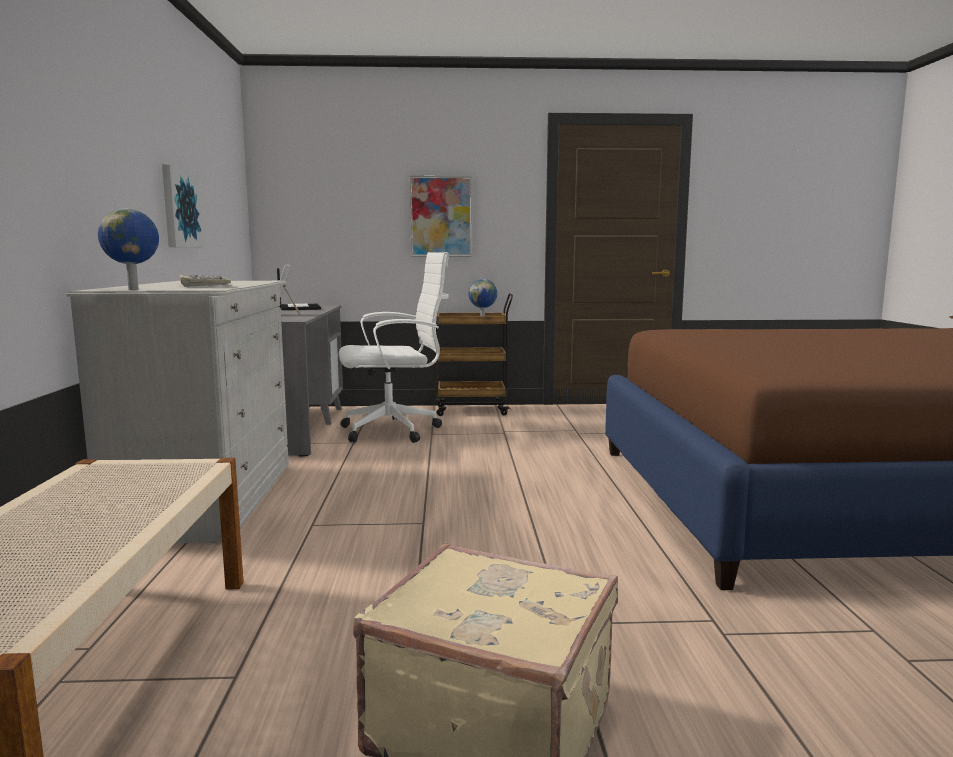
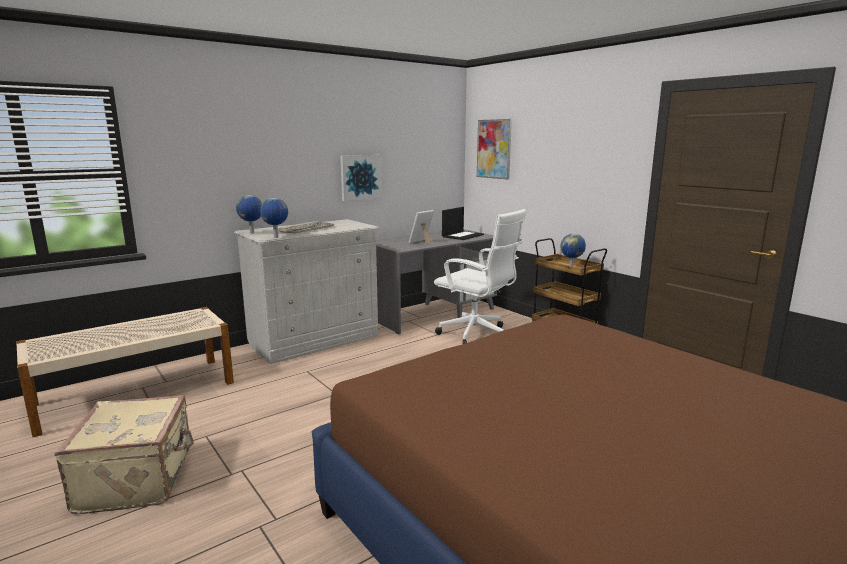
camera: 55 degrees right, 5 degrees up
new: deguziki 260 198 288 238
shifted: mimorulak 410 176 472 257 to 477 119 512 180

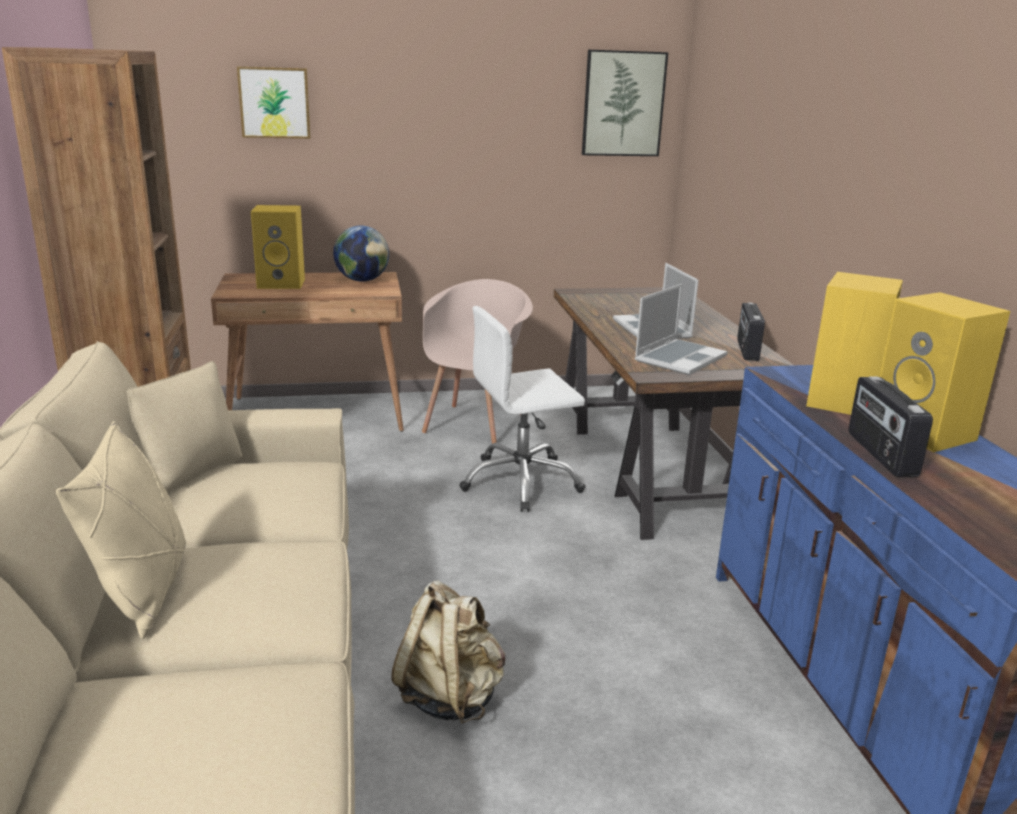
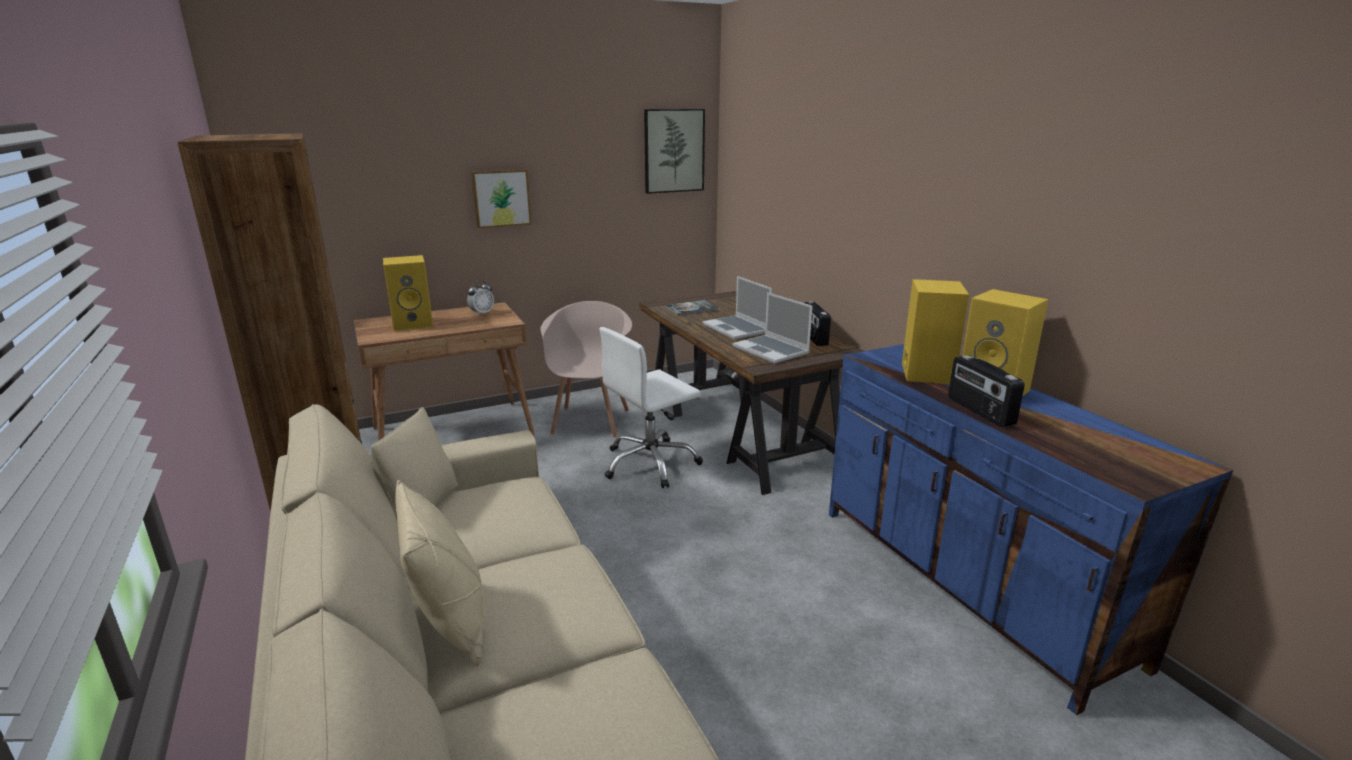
camera: 15 degrees left, 0 degrees up
gone: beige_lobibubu 391 581 505 724
new: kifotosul 665 300 718 316
shifted: mimorulak 237 66 311 139 to 471 169 532 228
swapped: deguziki 333 225 389 282 to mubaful 467 280 494 316
rotated: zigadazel 635 284 728 375 = 732 292 813 364 120 degrees clockwise

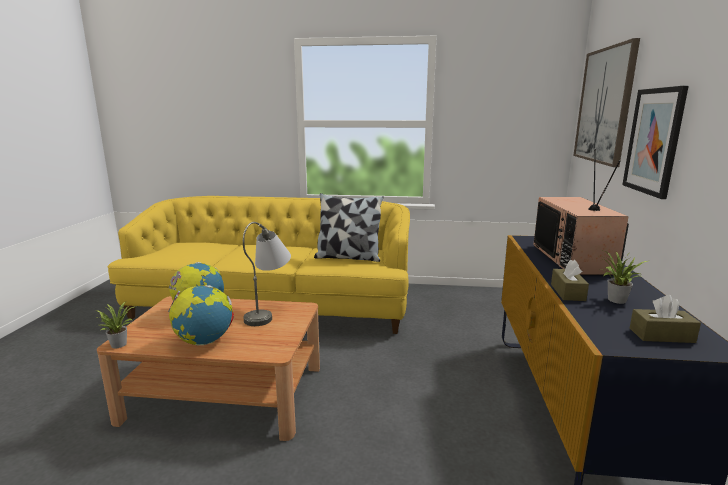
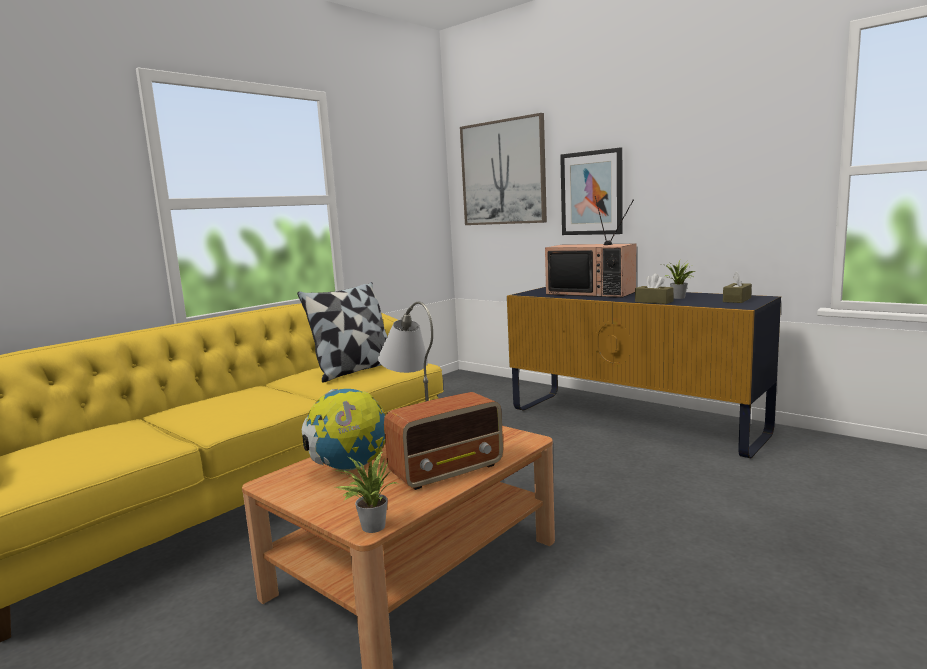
camera: 55 degrees left, 5 degrees down
swapped: deguziki 168 285 234 346 to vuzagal 384 392 503 490

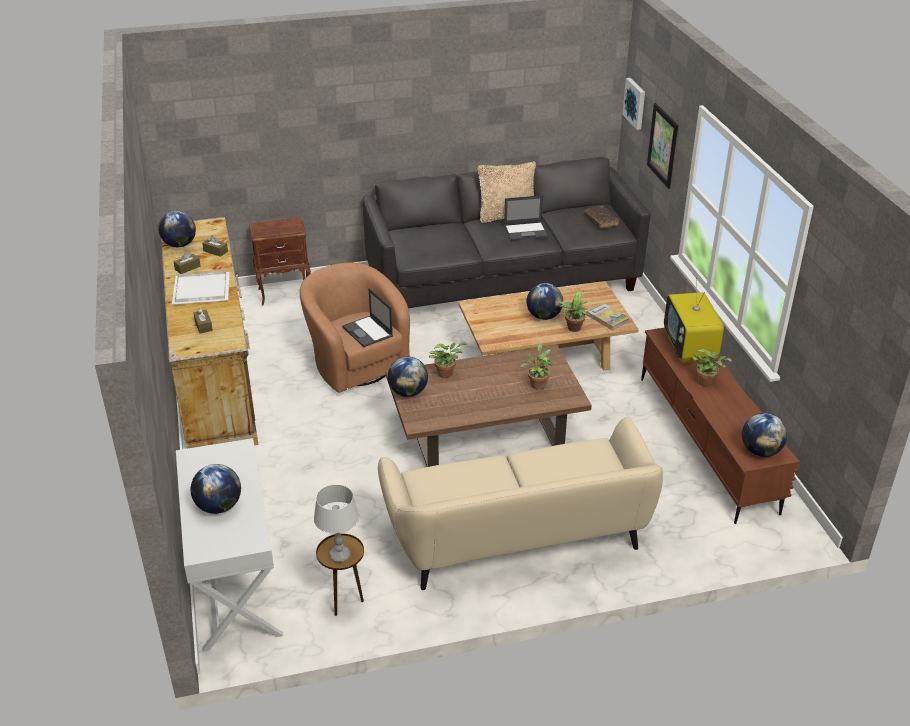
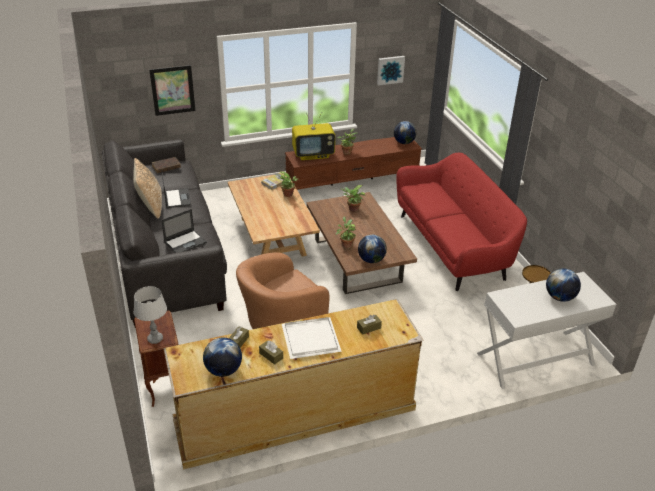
camera: 95 degrees left, 0 degrees up
gone: deguziki 527 283 563 320
shifted: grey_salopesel 314 485 359 563 to 134 286 167 344; zigadazel 342 288 393 347 to 161 209 207 253; mimorulak 622 78 645 130 to 377 56 405 85
repainted: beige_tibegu 378 417 663 590 to red_tibegu 397 153 527 291

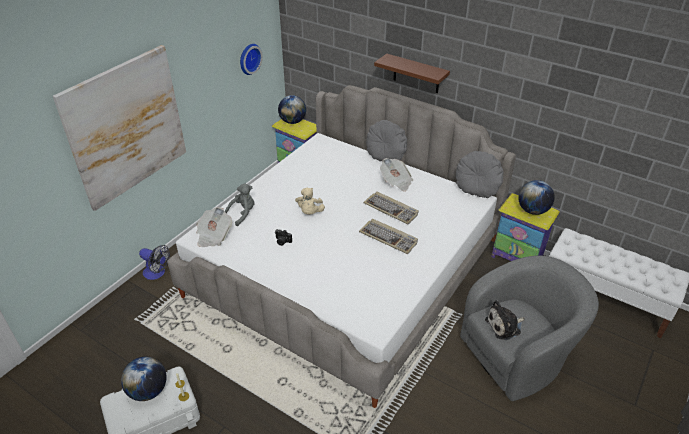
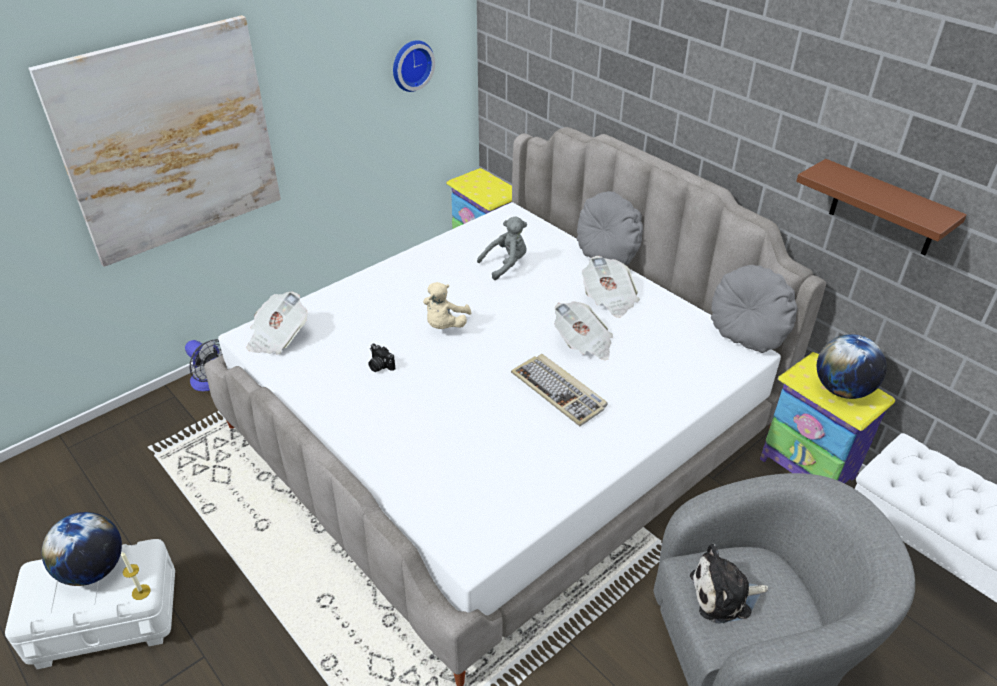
camera: 15 degrees right, 0 degrees up
gone: deguziki 278 95 306 124
shifted: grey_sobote 224 183 254 226 to 477 216 527 280; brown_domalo 374 54 450 93 to 796 159 967 255
swapped: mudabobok 364 192 419 224 to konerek 554 301 613 360

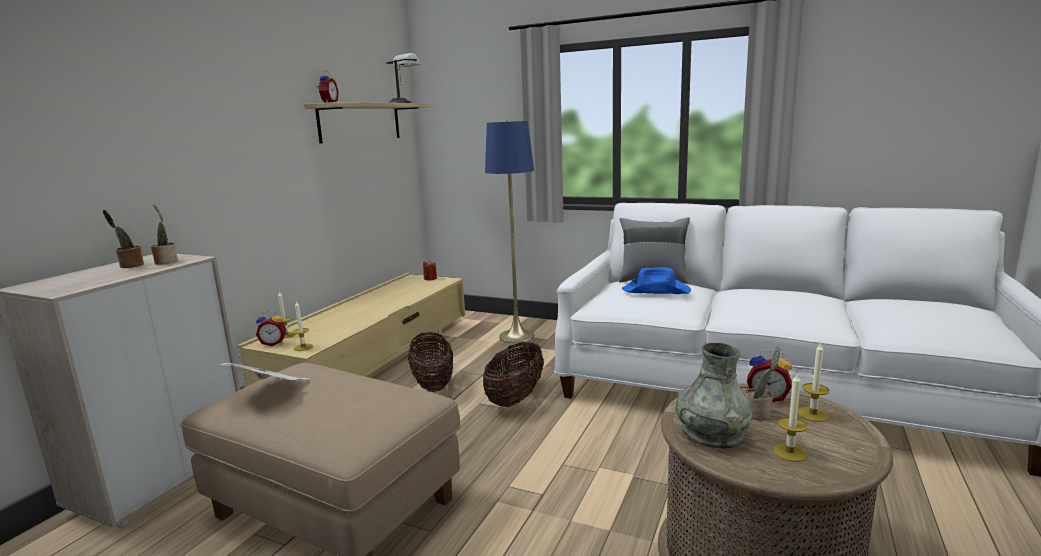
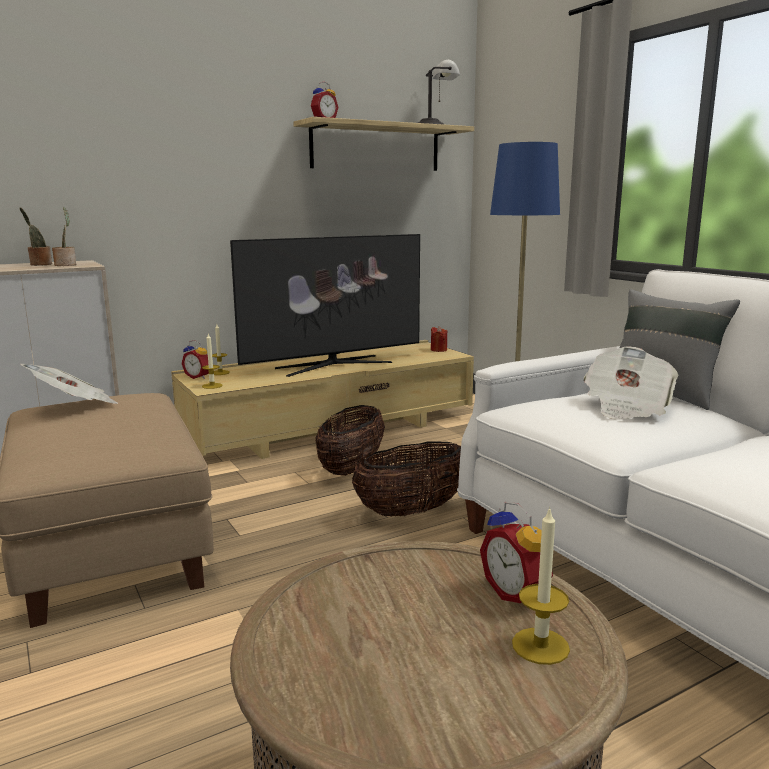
camera: 35 degrees right, 0 degrees up
gone: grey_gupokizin 676 342 752 449; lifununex 745 347 780 420; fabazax 772 372 808 462
new: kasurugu 230 234 420 377
swapped: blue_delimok 622 267 691 294 to konerek 584 346 678 420

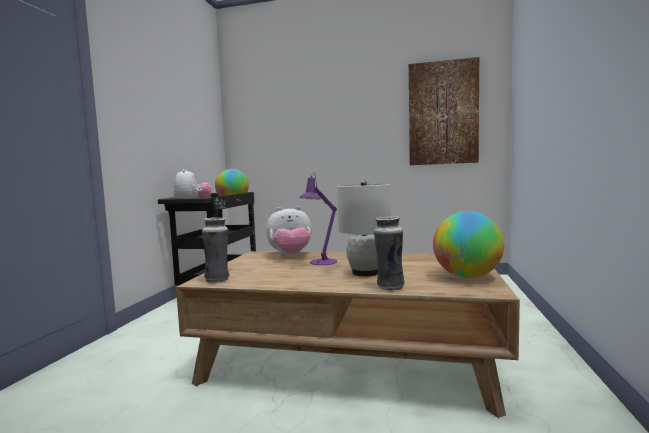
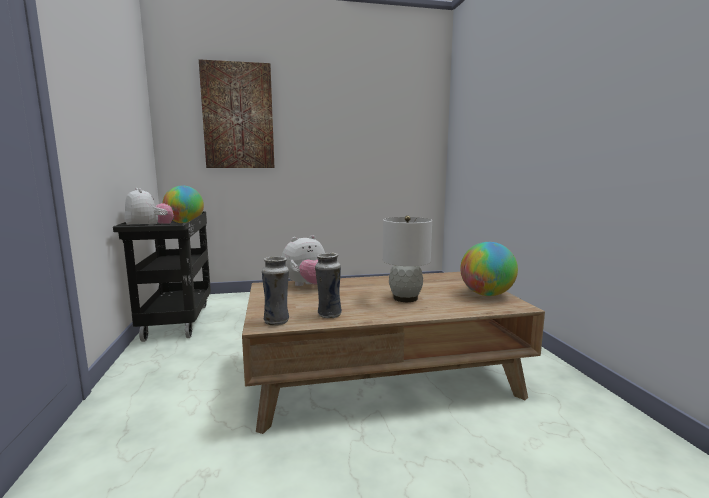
camera: 25 degrees left, 5 degrees up
gone: purple_salopesel 299 172 337 265
shifted: gupokizin 374 216 405 290 to 315 252 342 318; mimorulak 409 57 479 165 to 199 59 274 168

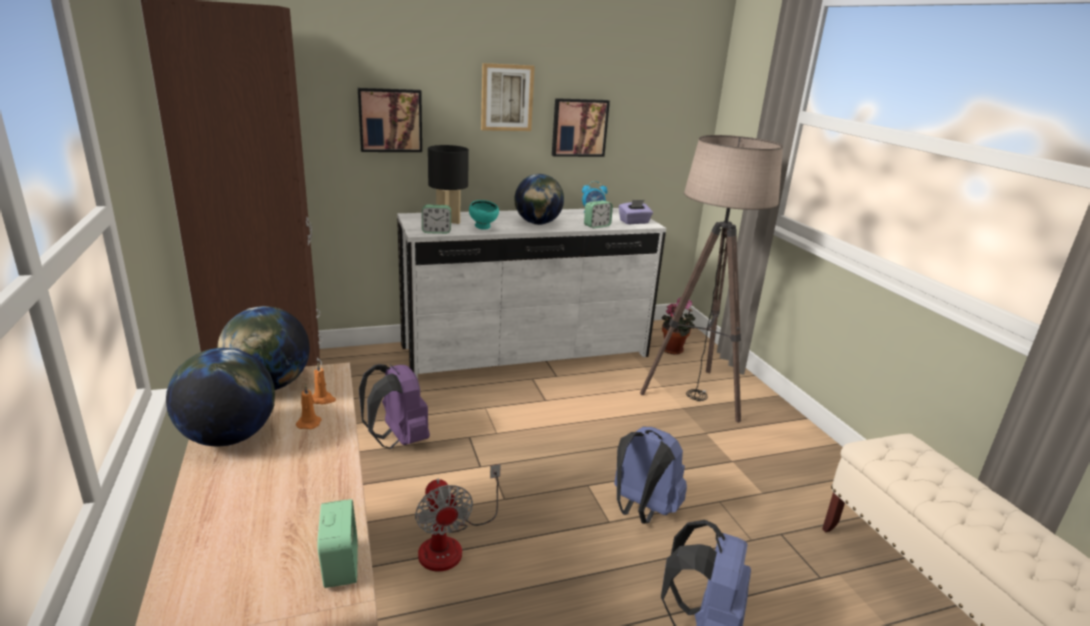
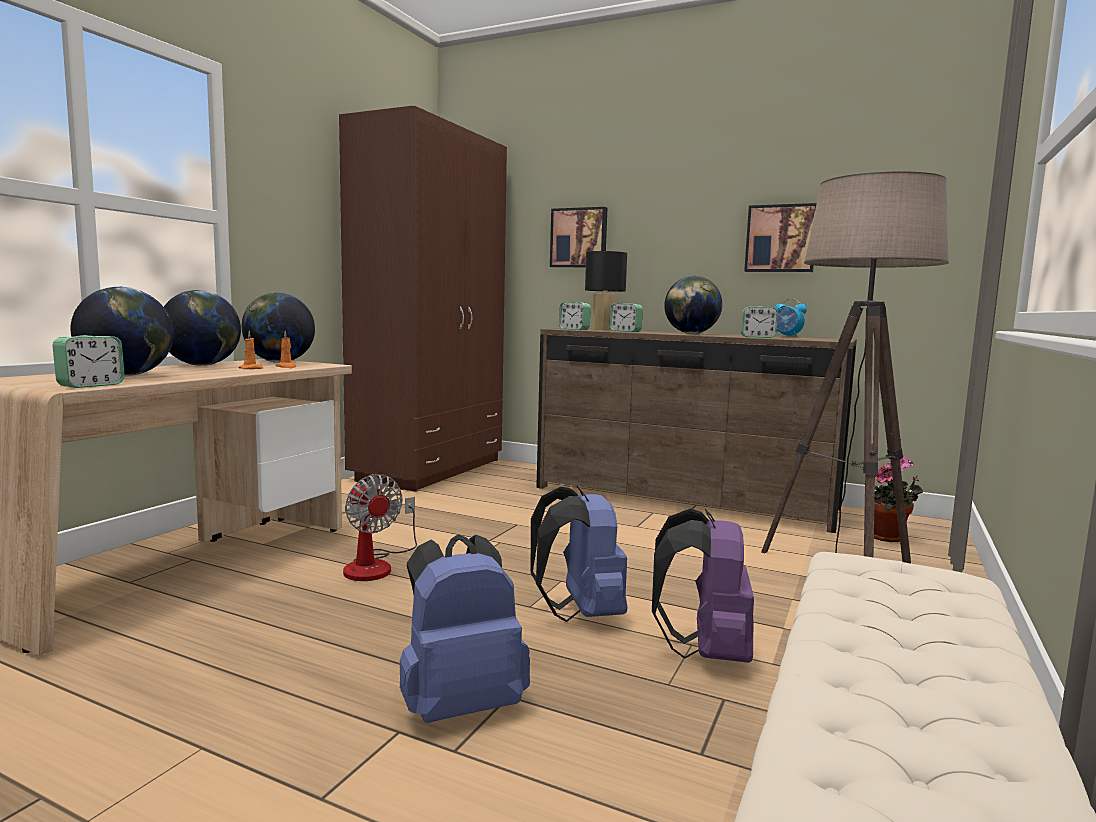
camera: 45 degrees right, 15 degrees down
gone: mimorulak 481 63 535 131; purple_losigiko 619 200 653 224
new: deguziki 70 287 174 376
shifted: purple_lobibubu 359 364 430 449 to 652 508 754 663
swapped: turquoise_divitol 469 200 499 230 to mubaful 609 303 643 332
repainted: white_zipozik 397 208 666 379 to brown_zipozik 536 328 857 533
rotated: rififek 415 464 501 571 = 343 474 417 581 60 degrees counterclockwise

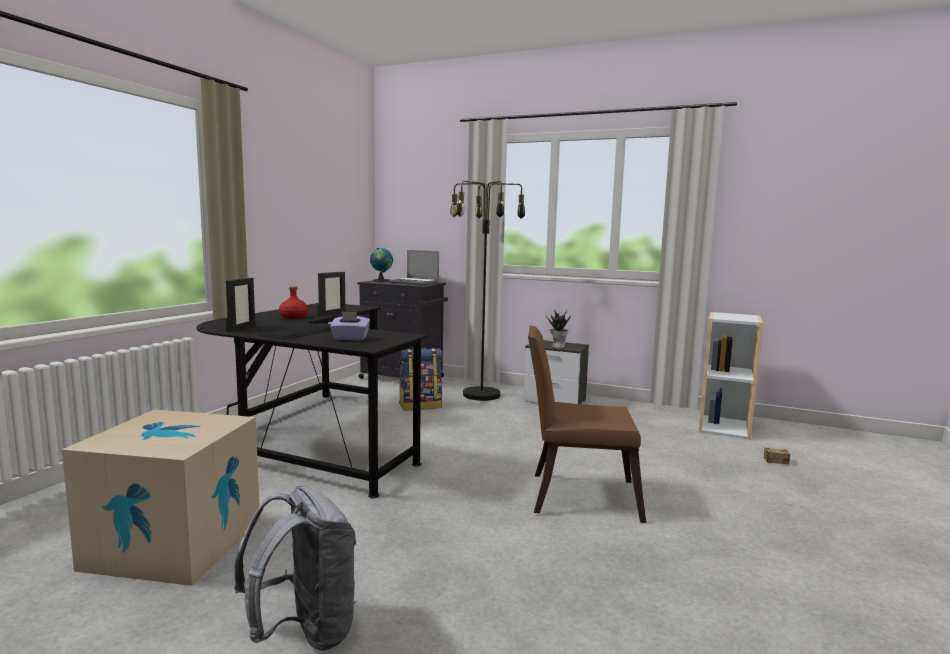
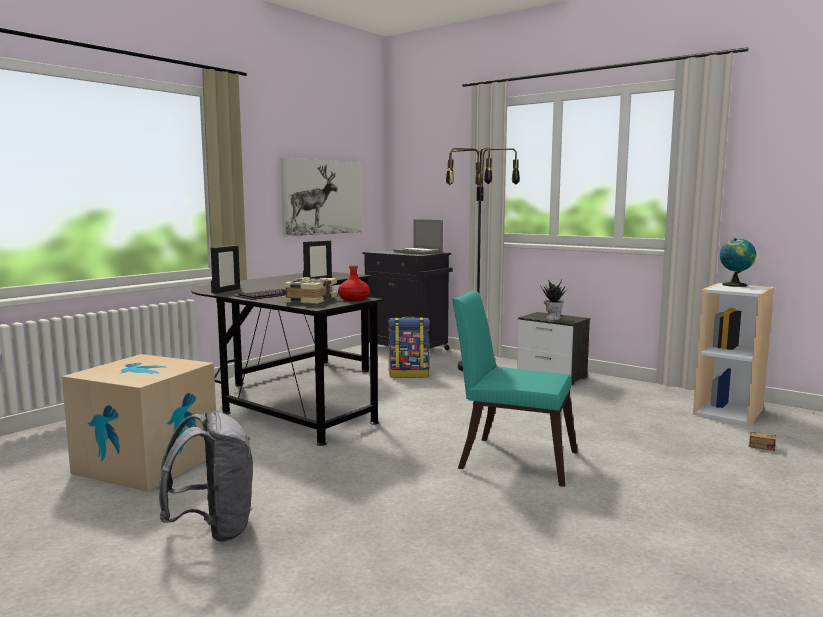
camera: 15 degrees right, 0 degrees up
new: mimorulak 280 158 362 237
shifted: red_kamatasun 279 286 309 319 to 338 265 370 301; deguziki 370 248 393 282 to 720 238 756 287
swapped: purple_losigiko 330 311 370 340 to kifotosul 281 277 337 304
repainted: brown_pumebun 528 326 646 523 to turquoise_pumebun 452 290 577 487

